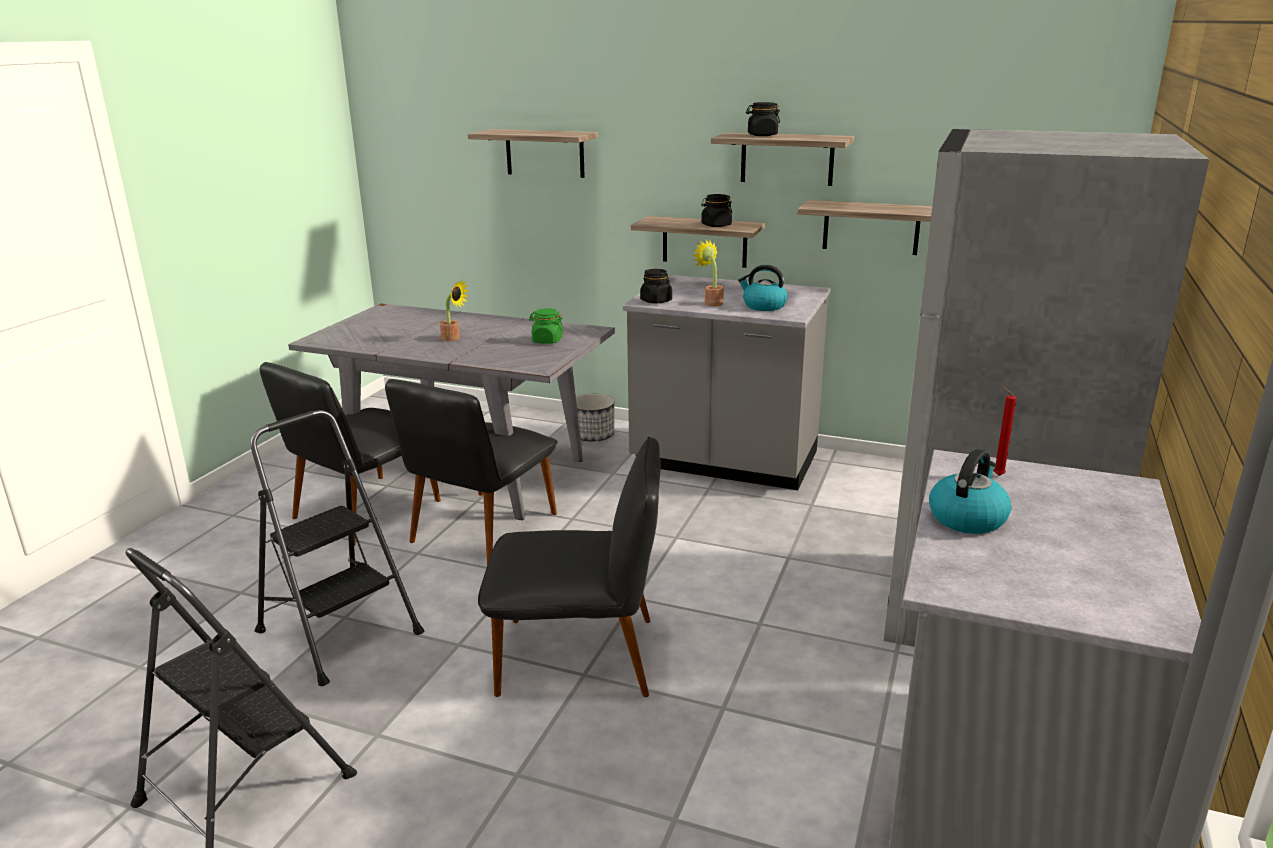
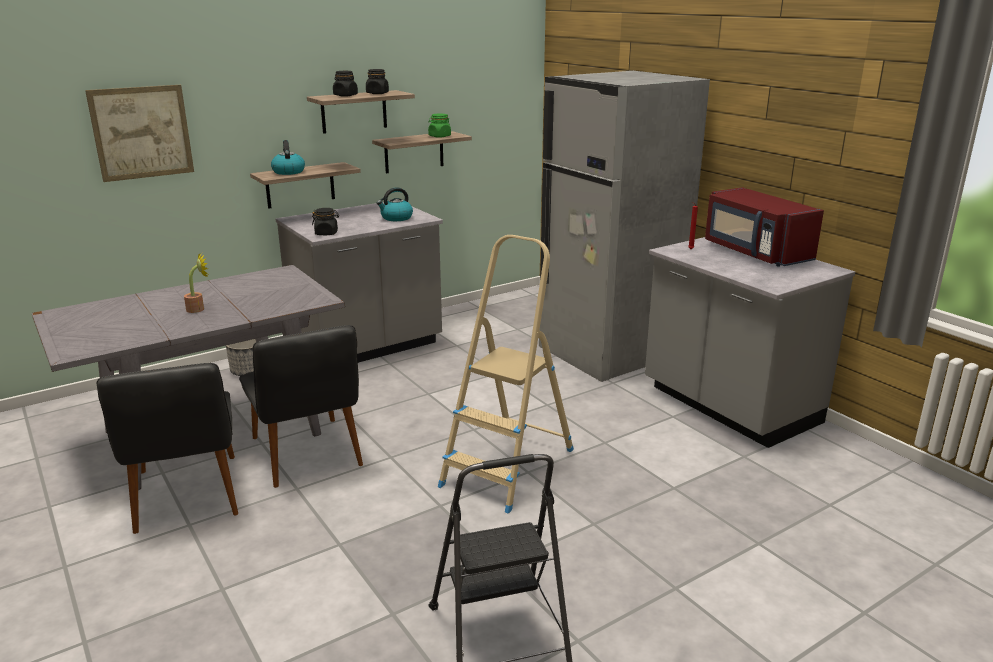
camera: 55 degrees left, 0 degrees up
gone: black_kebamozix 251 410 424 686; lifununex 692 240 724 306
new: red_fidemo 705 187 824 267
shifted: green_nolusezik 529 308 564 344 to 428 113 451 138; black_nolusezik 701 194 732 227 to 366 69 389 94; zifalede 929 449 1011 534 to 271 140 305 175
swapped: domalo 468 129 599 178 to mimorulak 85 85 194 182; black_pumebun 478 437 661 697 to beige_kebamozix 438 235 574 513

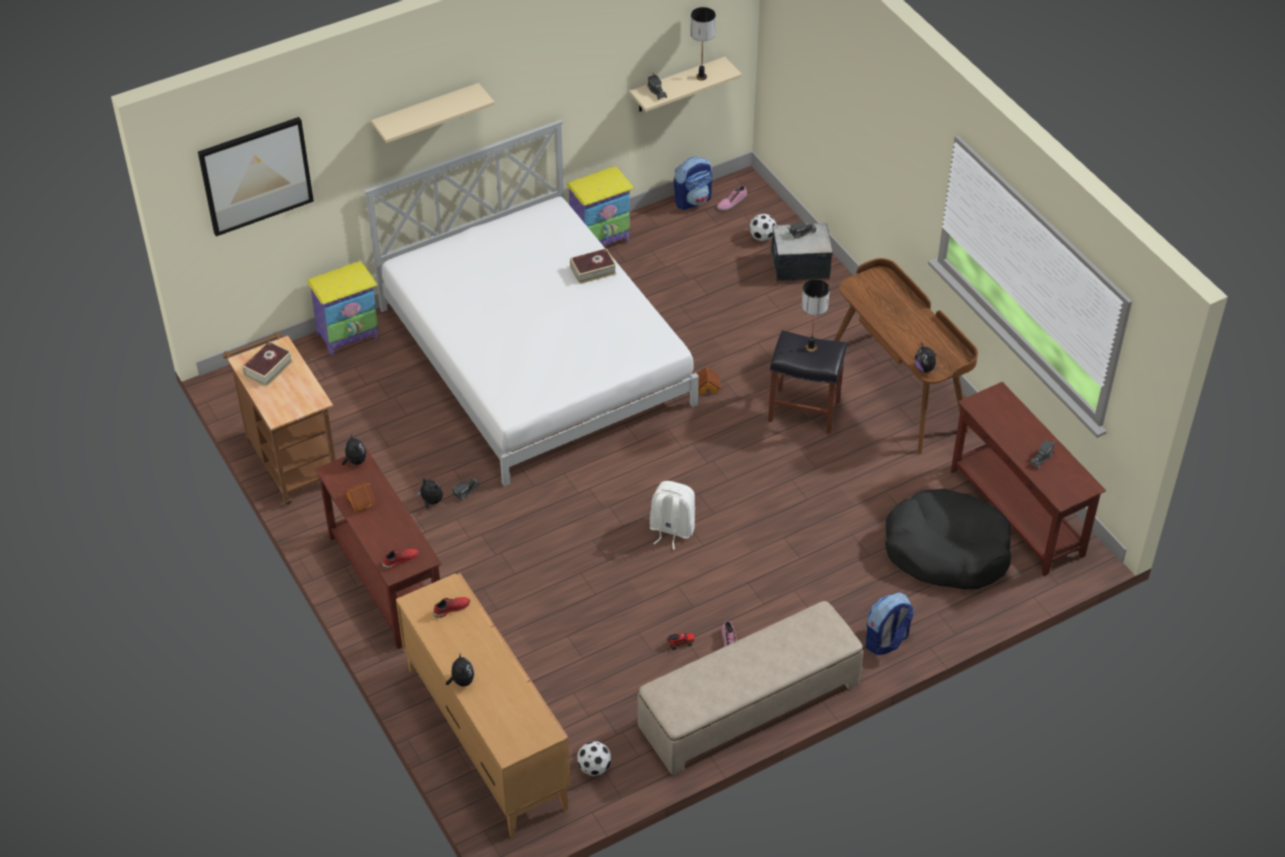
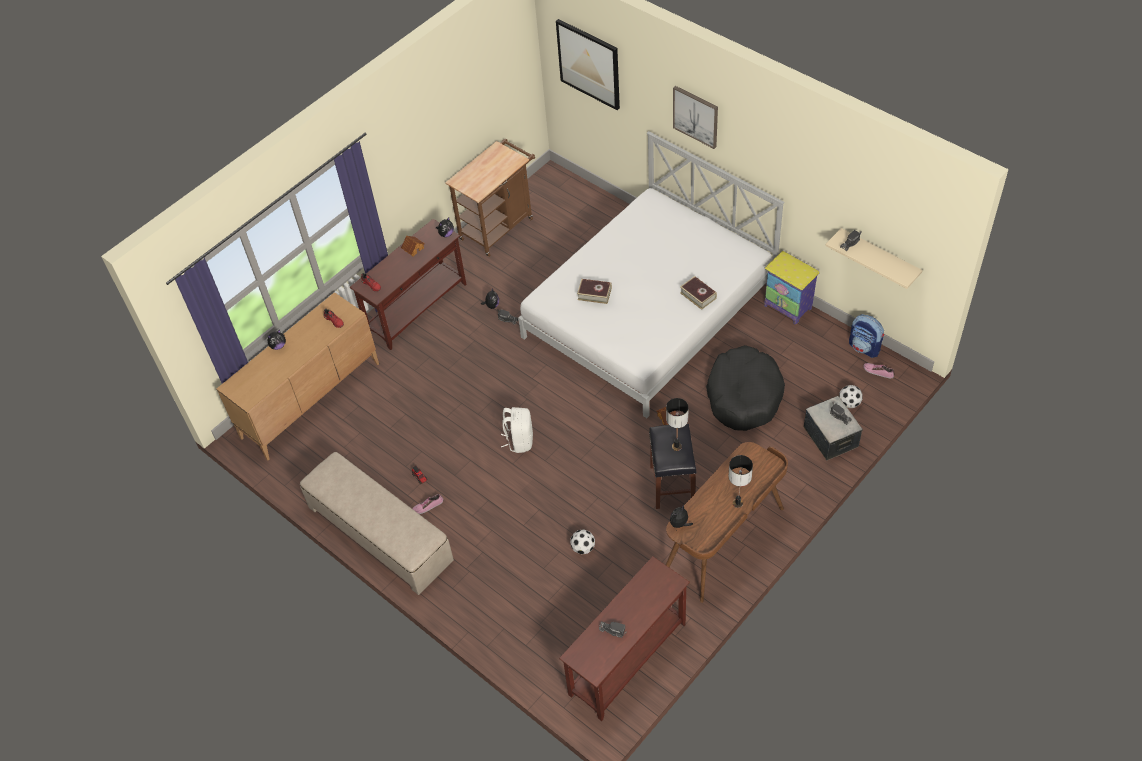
camera: 75 degrees right, 5 degrees up
gone: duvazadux 307 261 379 355; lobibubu 866 593 914 655
shifted: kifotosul 243 341 293 387 to 577 279 612 304; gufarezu 577 741 611 776 to 570 529 595 555; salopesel 690 7 716 81 to 729 455 753 508; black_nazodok 885 489 1011 589 to 706 345 785 431
swapped: beige_domalo 371 83 495 143 to mimorulak 673 86 718 149

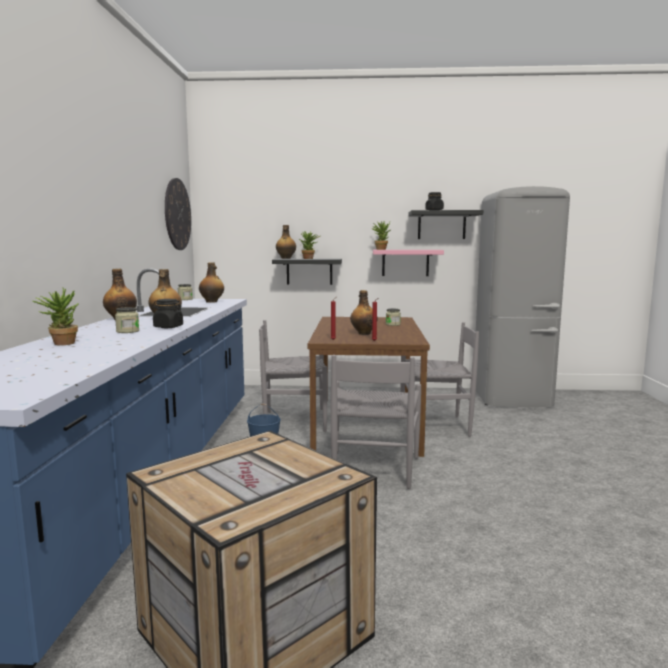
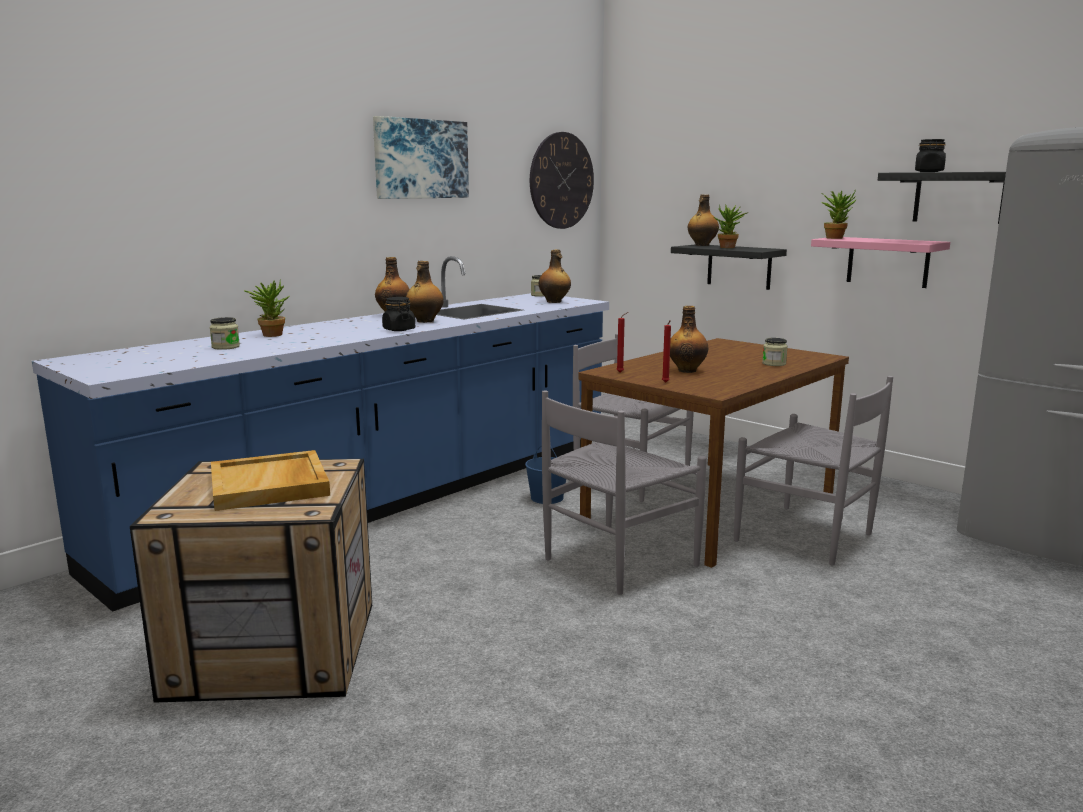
camera: 40 degrees right, 5 degrees up
new: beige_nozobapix 211 450 330 511; mimorulak 373 116 469 199
shifted: nolusezik 115 307 139 333 to 210 317 240 350

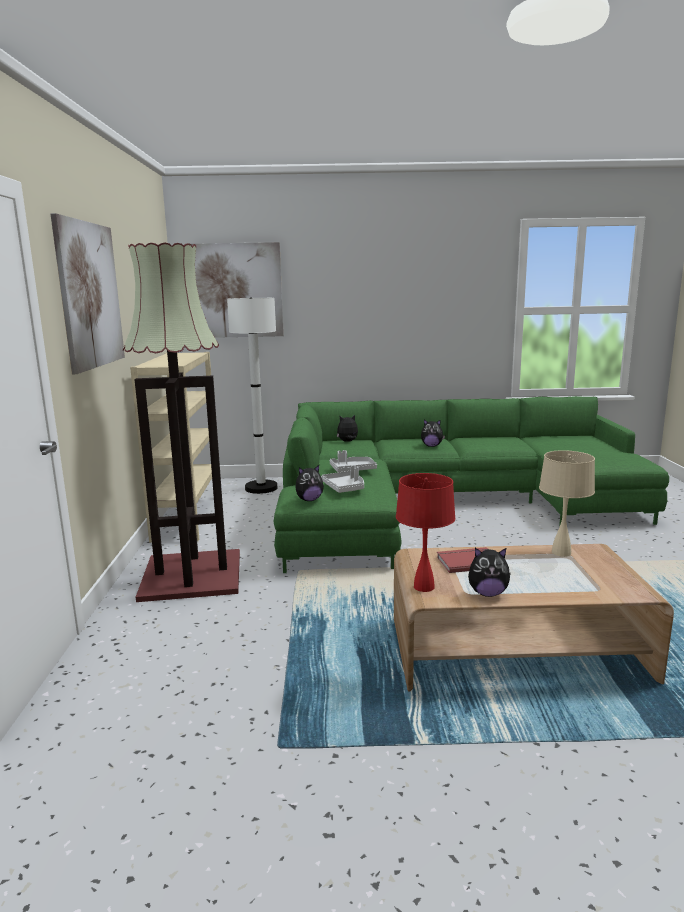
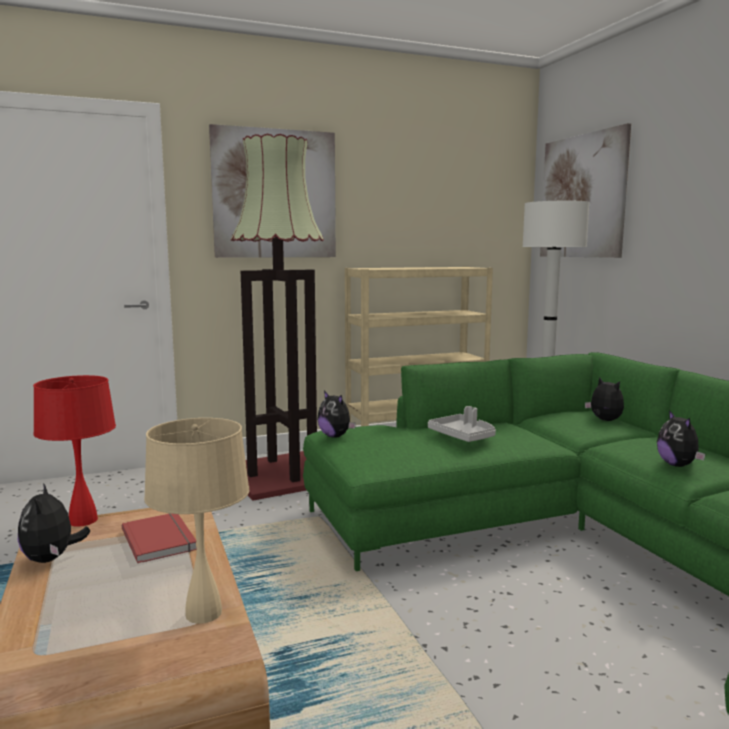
camera: 70 degrees right, 5 degrees down
gone: grey_nozobapix 321 465 364 493

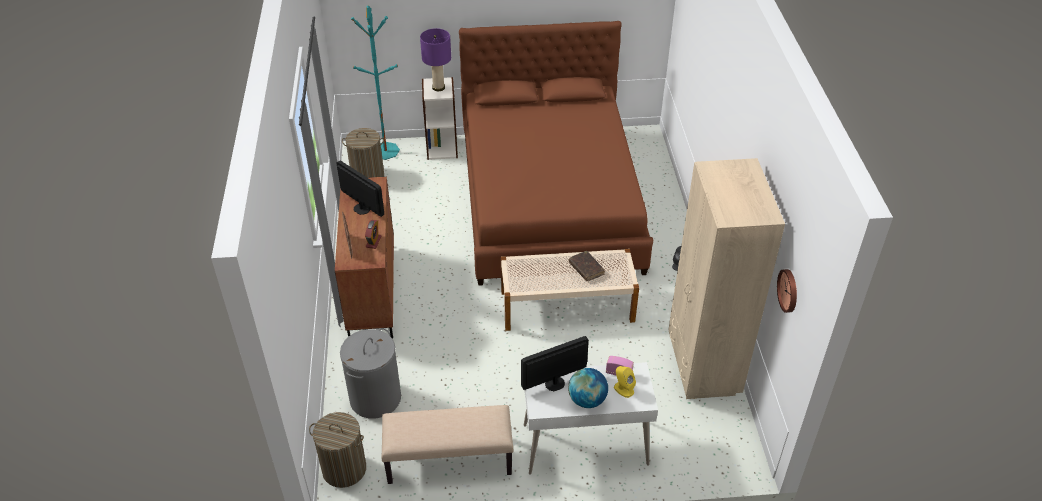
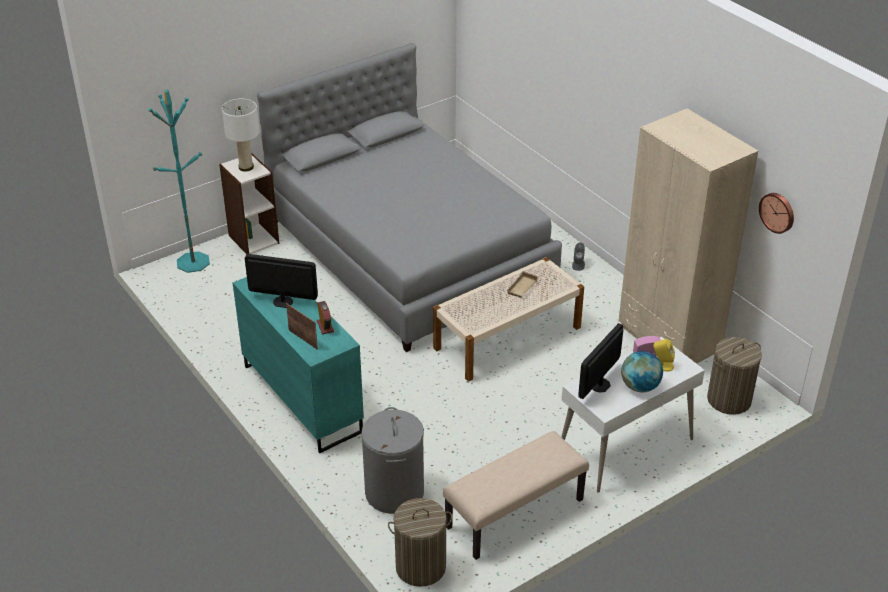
camera: 30 degrees left, 5 degrees down
shifted: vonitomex 342 128 384 178 to 707 337 762 415
swapped: brown_kifotosul 569 251 604 281 to beige_nozobapix 506 271 539 298
repainted: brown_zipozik 335 177 394 339 to turquoise_zipozik 233 277 364 453; purple_salopesel 420 28 451 91 to white_salopesel 222 99 259 172; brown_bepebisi 459 21 653 286 to grey_bepebisi 257 43 562 352

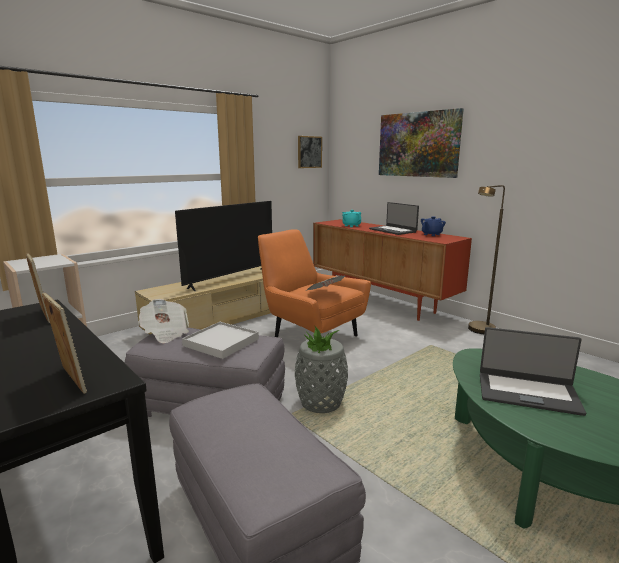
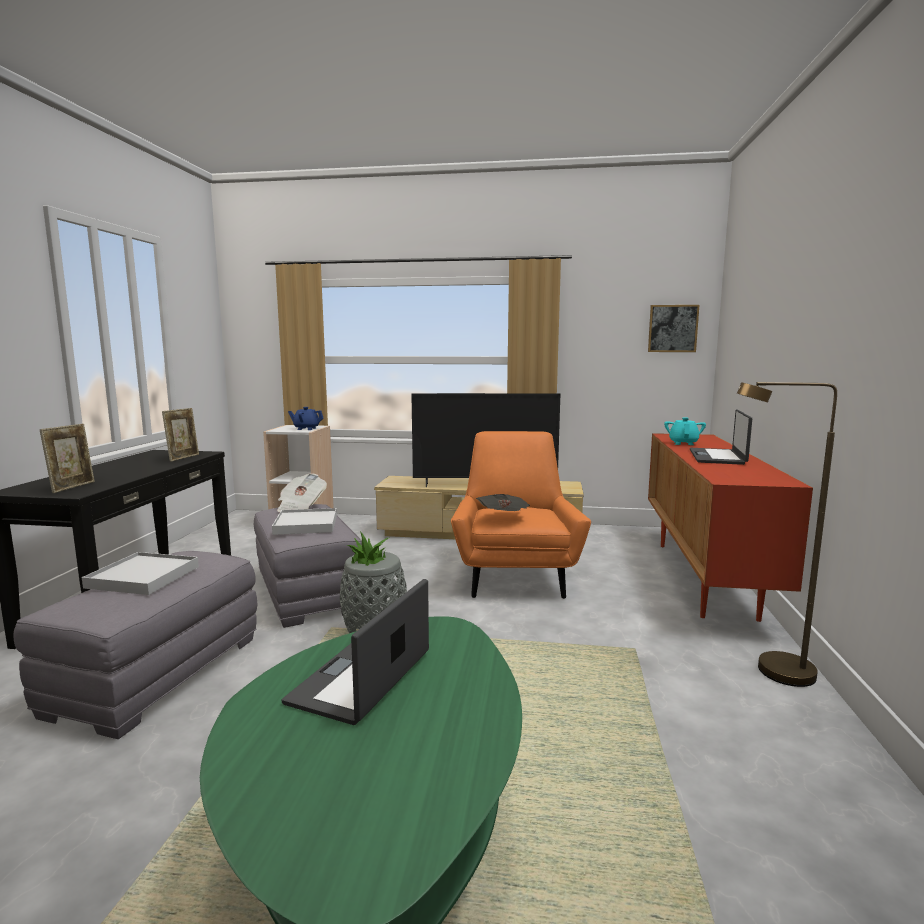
camera: 50 degrees right, 5 degrees down
gone: mimorulak 379 108 464 178
new: white_nozobapix 82 552 199 595
shifted: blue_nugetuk 421 216 446 236 to 288 407 324 430
rotated: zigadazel 480 327 586 416 = 282 579 429 725 45 degrees clockwise

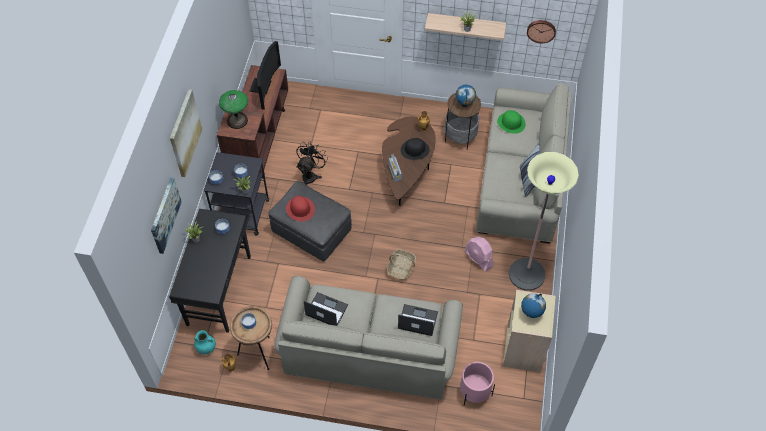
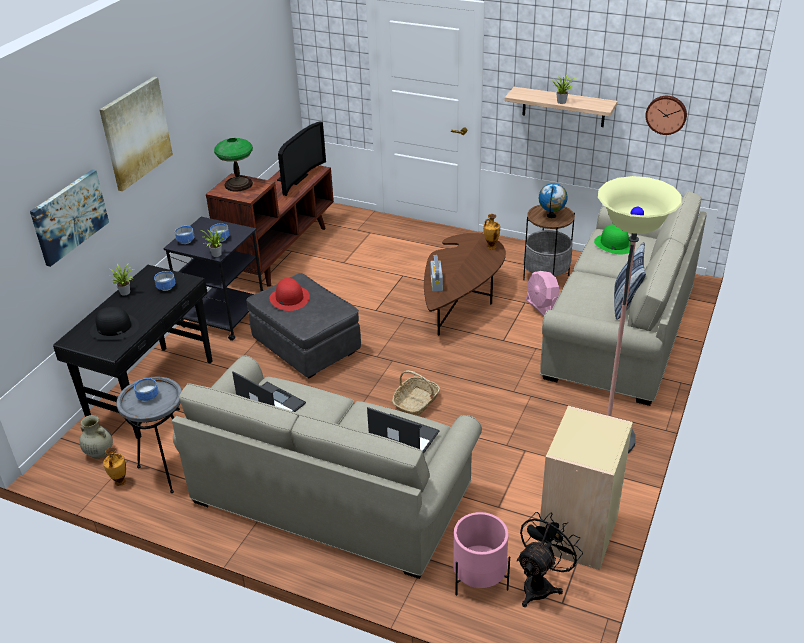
camera: 15 degrees right, 20 degrees down
gone: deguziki 521 293 546 318
shifted: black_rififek 296 141 327 185 to 517 512 583 607; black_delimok 401 138 429 160 to 90 307 139 340; pink_rififek 465 237 494 272 to 526 271 559 317
repainted: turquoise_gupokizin 194 330 216 354 to beige_gupokizin 80 415 113 459; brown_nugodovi 230 306 272 370 to grey_nugodovi 116 377 182 493

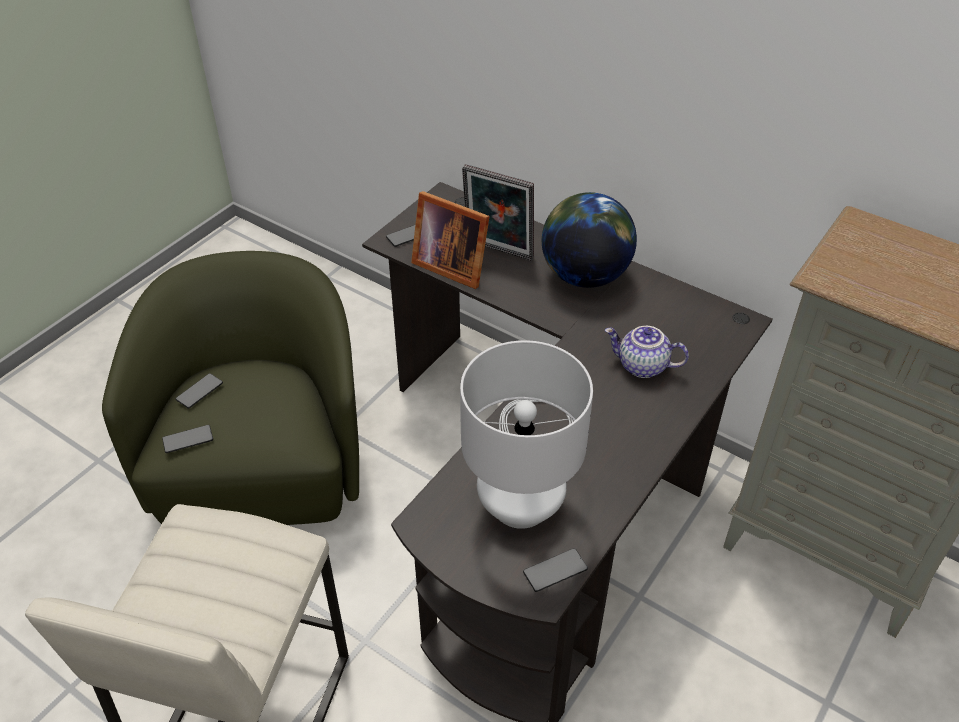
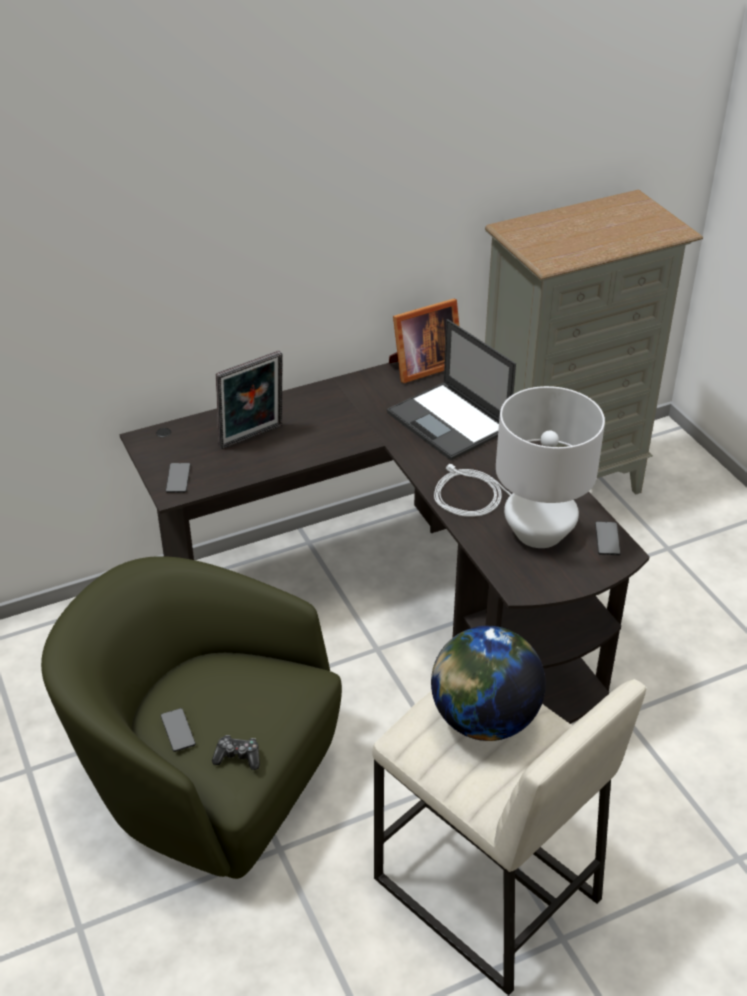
camera: 60 degrees left, 5 degrees down
shifted: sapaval 411 191 490 289 to 389 299 459 383; deguziki 542 192 637 288 to 431 626 546 741
swapped: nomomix 162 425 213 453 to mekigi 212 735 260 770; nugetuk 605 326 689 378 to zigadazel 387 319 516 461

